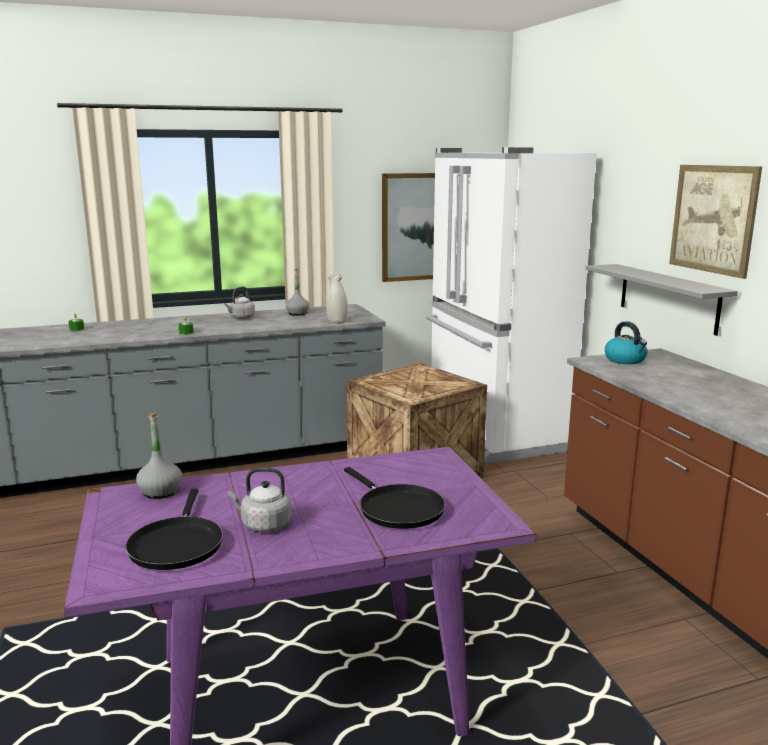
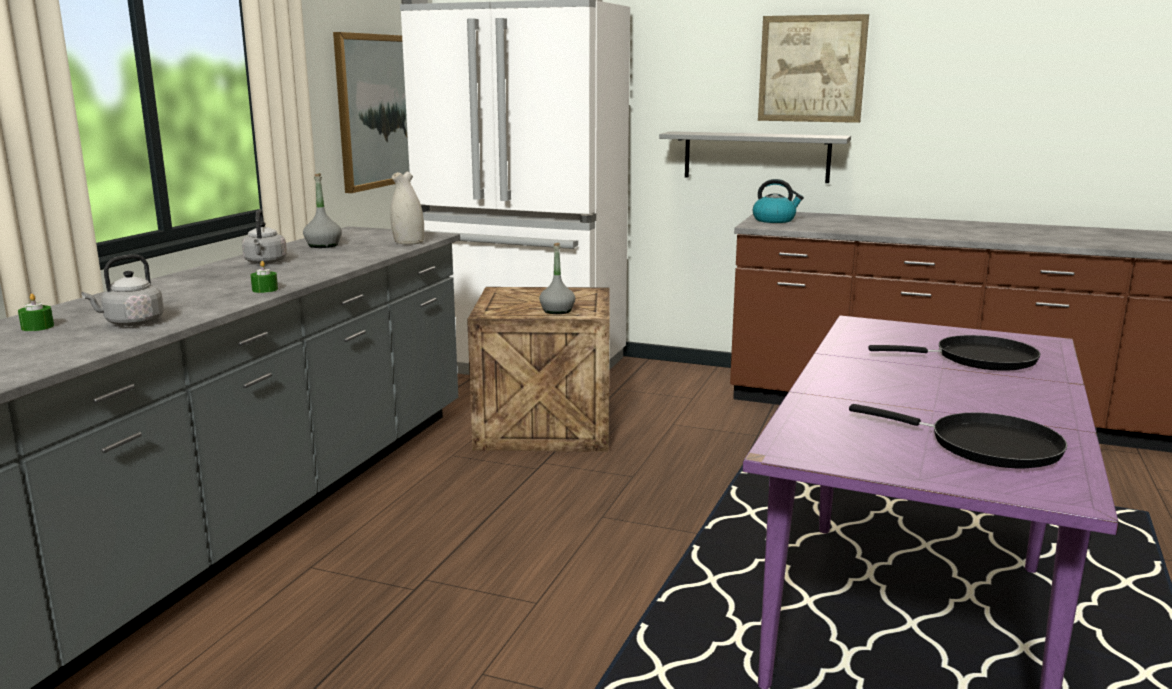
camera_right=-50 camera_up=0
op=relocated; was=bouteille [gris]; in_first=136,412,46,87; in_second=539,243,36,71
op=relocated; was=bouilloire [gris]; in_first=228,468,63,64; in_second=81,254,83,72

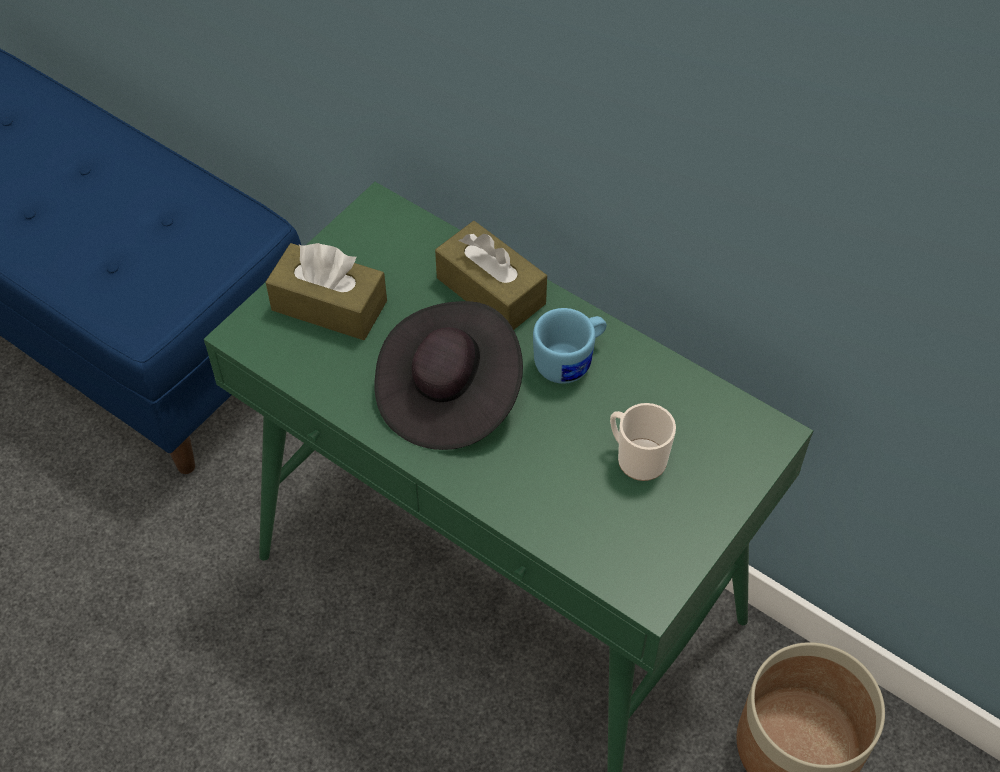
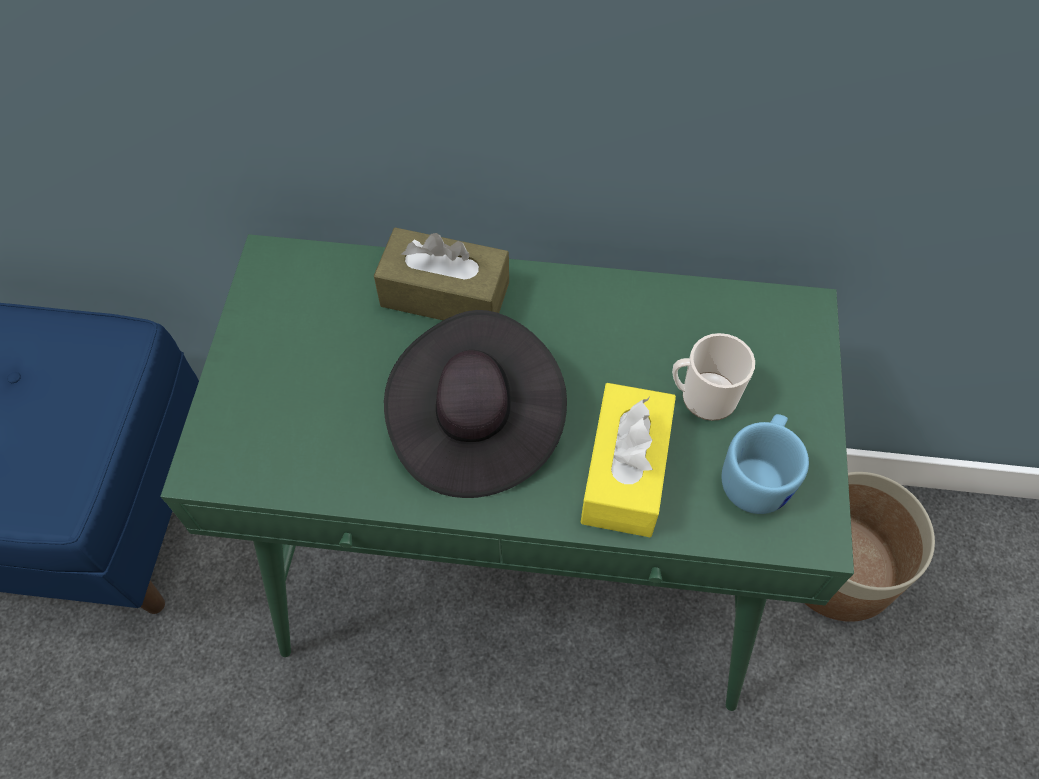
camera_right=-30 camera_up=5
op=missing; was=boîte à mouchoirs [marron]; in_first=266,243,121,97
op=relocated; was=mug [bleu]; in_first=533,308,74,76; in_second=722,414,87,100
op=appeared; now=boîte à mouchoirs [jaune]; in_second=580,383,96,154

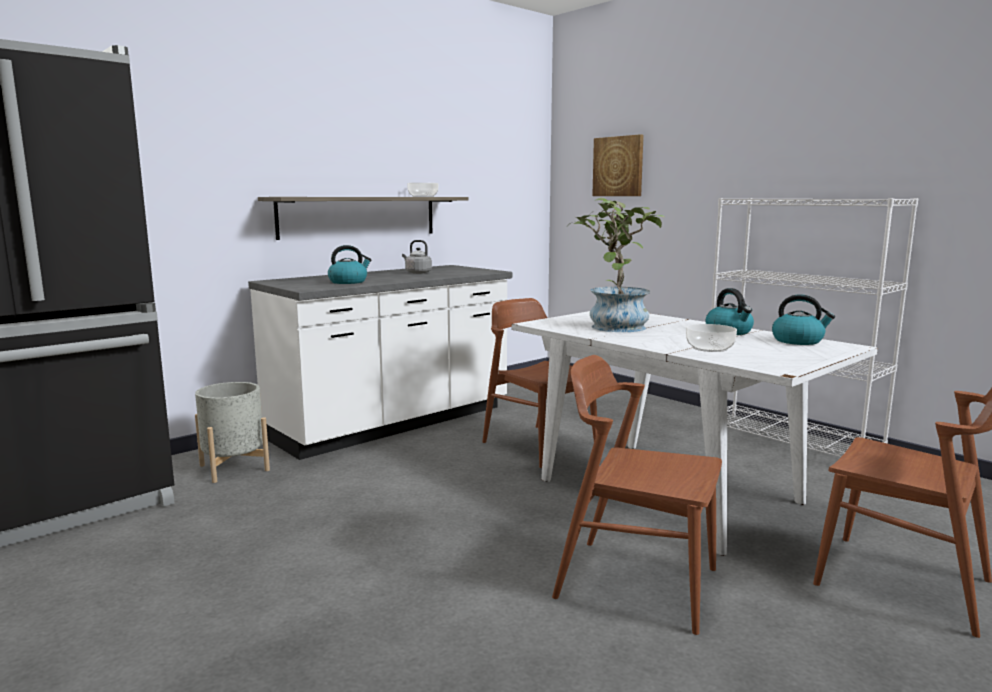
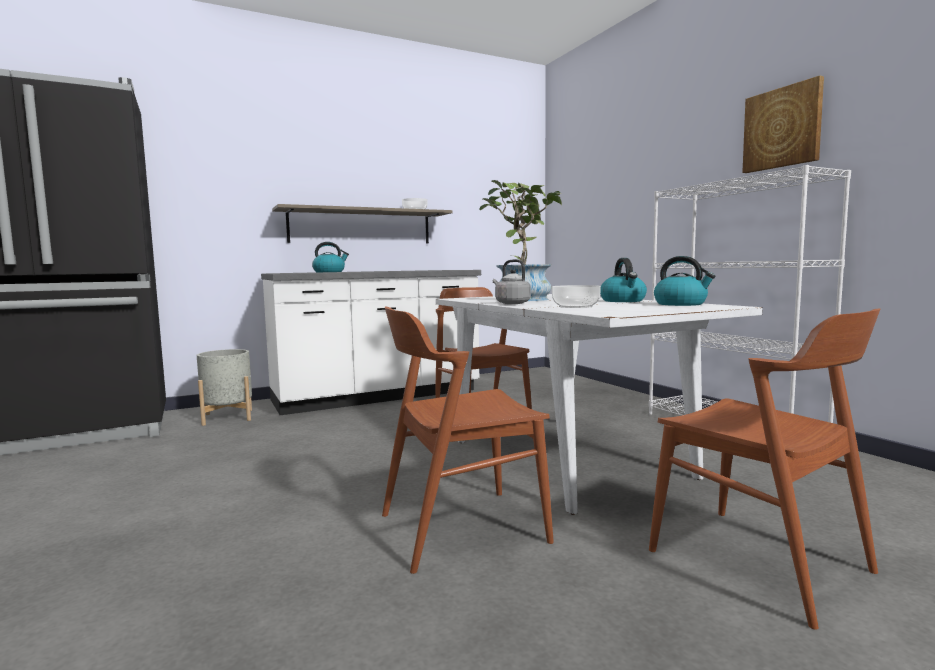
camera_right=15 camera_up=-5
op=relocated; was=tableau; in_first=592,134,52,62; in_second=742,76,82,97
op=relocated; was=bouilloire [gris]; in_first=402,240,30,34; in_second=493,259,38,45
op=spun; was=chaise [marron]; in_first=552,355,170,280; in_second=382,307,172,267; clockwise=-60

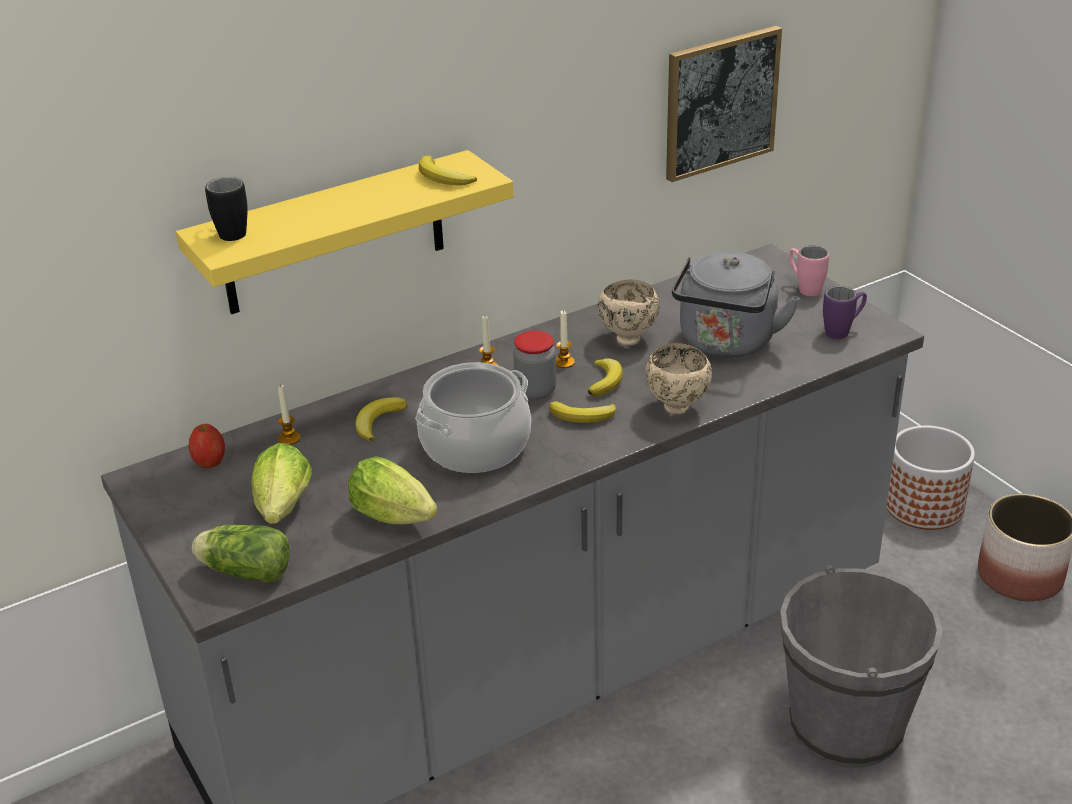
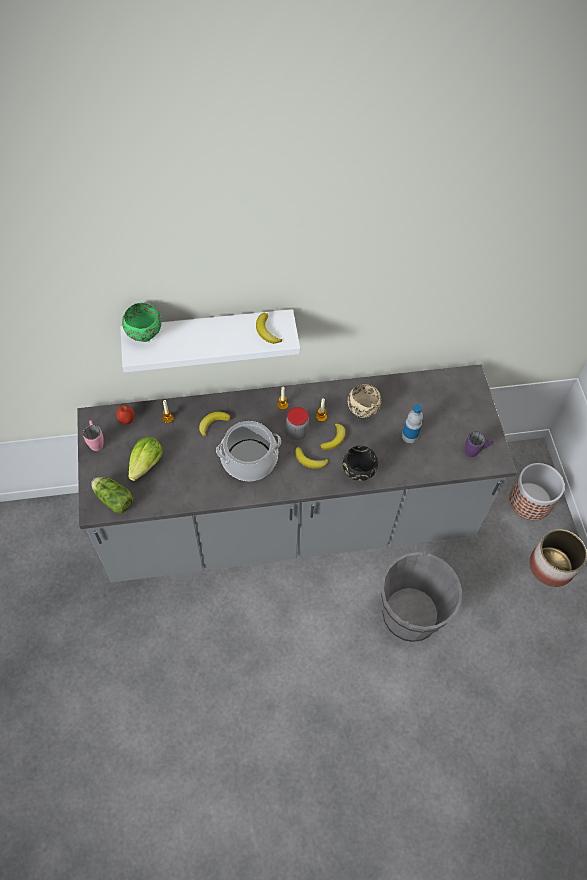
camera_right=20 camera_up=25
op=missing; was=tableau; in_first=666,26,116,156
op=colour; was=étagère [jaune]; now=étagère [blanc]; in_first=176,150,338,164; in_second=120,309,180,64
op=exchanged; was=mug [noir]; now=bol [vert]; in_first=205,177,43,64; in_second=122,303,40,39
op=relocated; was=mug [rose]; in_first=789,246,40,50; in_second=83,420,20,31
op=exchanged; was=bouilloire [gris]; now=bouteille; in_first=672,252,128,105; in_second=402,404,21,39
op=colour; was=bol [beige]; now=bol [noir]; in_first=646,343,66,71; in_second=343,446,35,35
op=missing; was=laitue; in_first=348,456,89,68

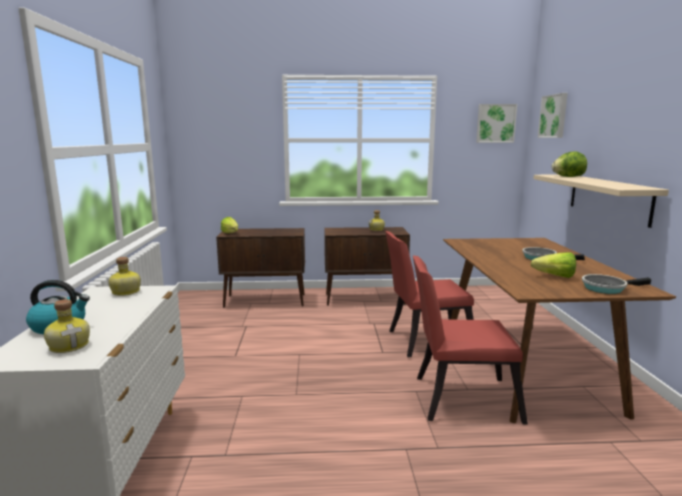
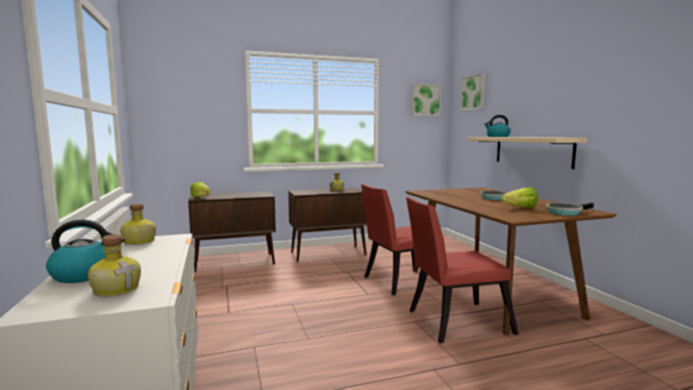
camera_right=-15 camera_up=-5
op=exchanged; was=laitue; now=bouilloire; in_first=552,151,35,26; in_second=485,115,26,22

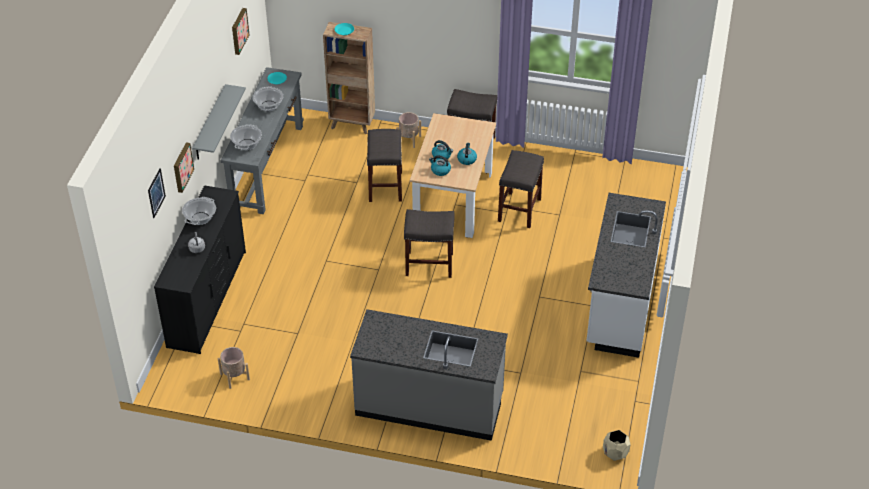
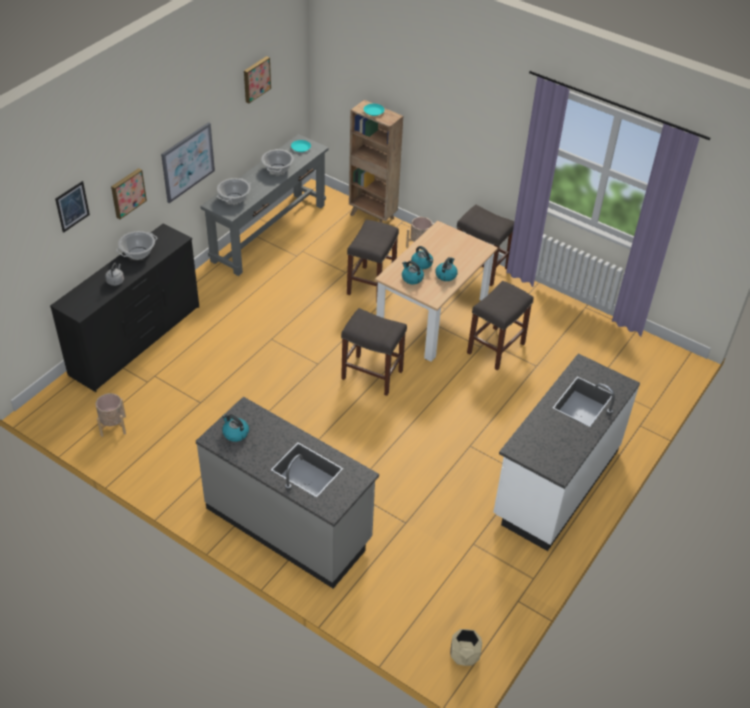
camera_right=20 camera_up=0
op=exchanged; was=étagère [gris]; now=tableau; in_first=192,84,54,76; in_second=161,122,54,81
op=appeared; now=bouilloire; in_second=222,414,27,28

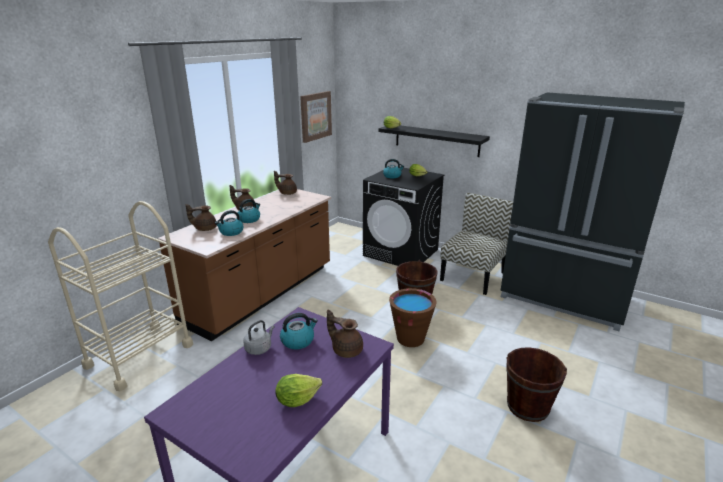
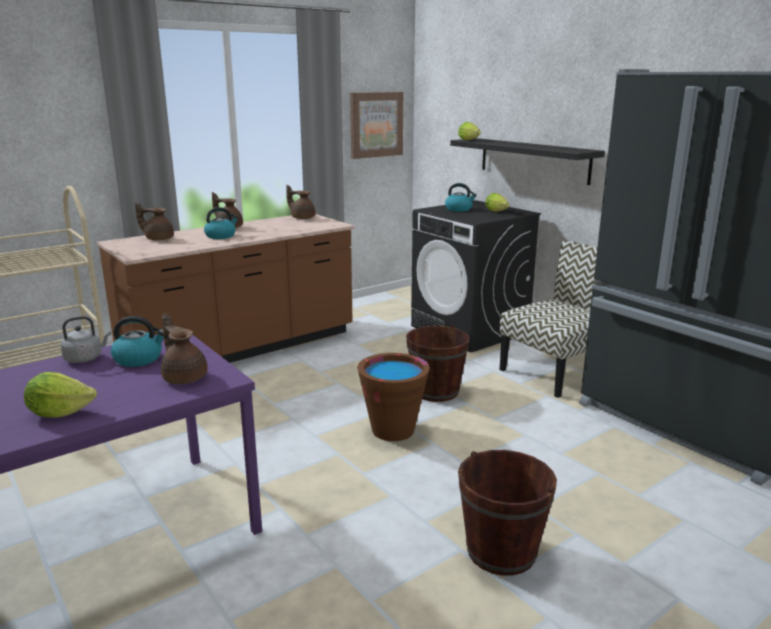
camera_right=20 camera_up=-5
op=missing; was=bouilloire; in_first=215,210,28,26

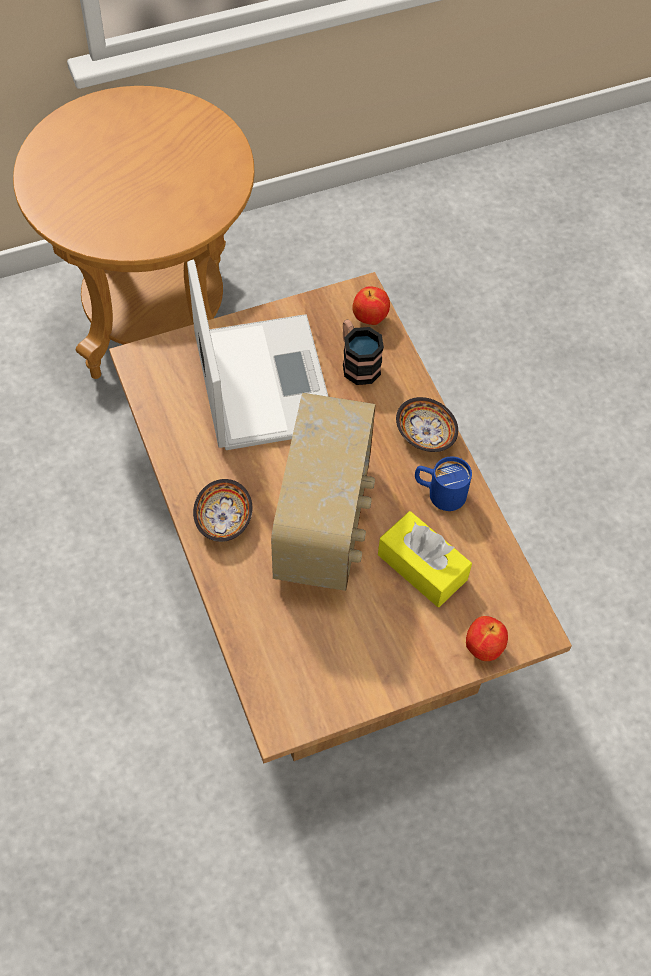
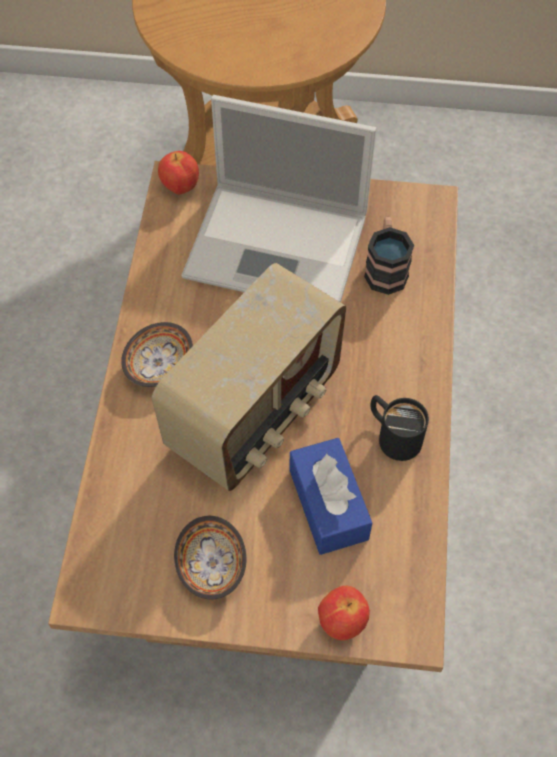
camera_right=30 camera_up=0
op=spun; was=ordinateur portable; in_first=187,260,142,190; in_second=181,95,195,207; clockwise=90
op=relocated; was=pomme; in_first=352,286,38,39; in_second=158,151,41,44
op=relocated; was=bol; in_first=396,397,62,55; in_second=174,516,73,84
op=colour; was=mug [bleu]; now=mug [noir]; in_first=415,456,57,55; in_second=370,395,59,66
op=colour; was=boîte à mouchoirs [jaune]; now=boîte à mouchoirs [bleu]; in_first=378,511,94,96; in_second=289,438,83,117

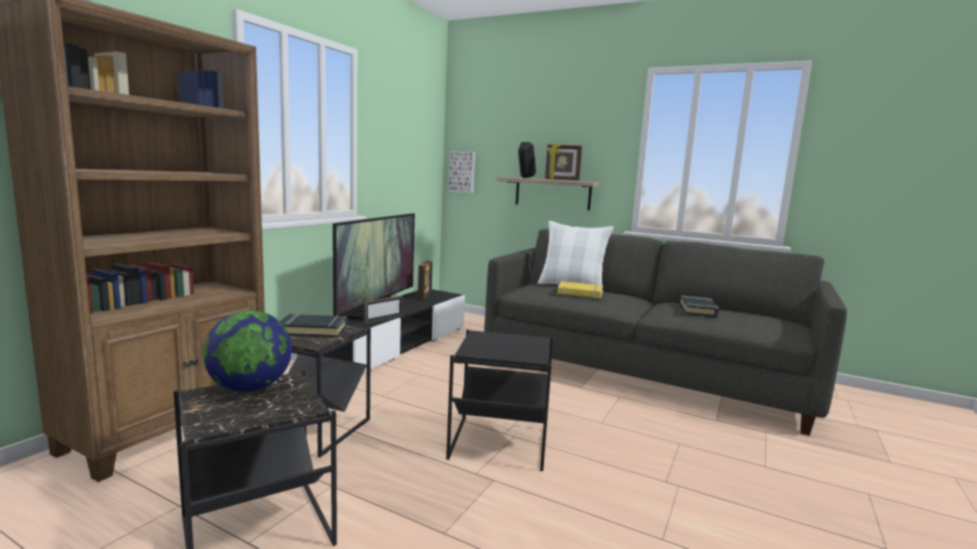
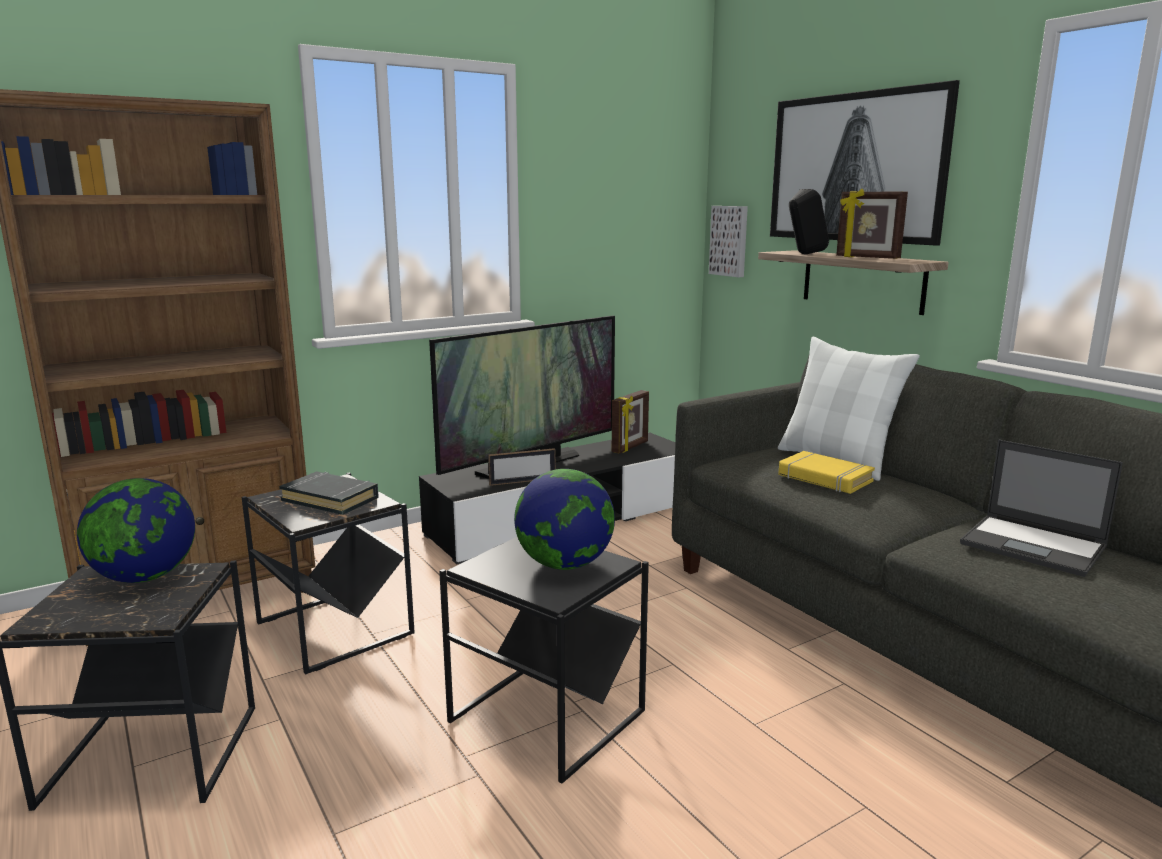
camera_right=30 camera_up=5
op=exchanged; was=livre [noir]; now=ordinateur portable; in_first=680,295,39,22; in_second=960,440,163,137
op=appeared; now=tableau; in_second=770,80,190,166
op=appeared; now=globe; in_second=514,469,101,101

